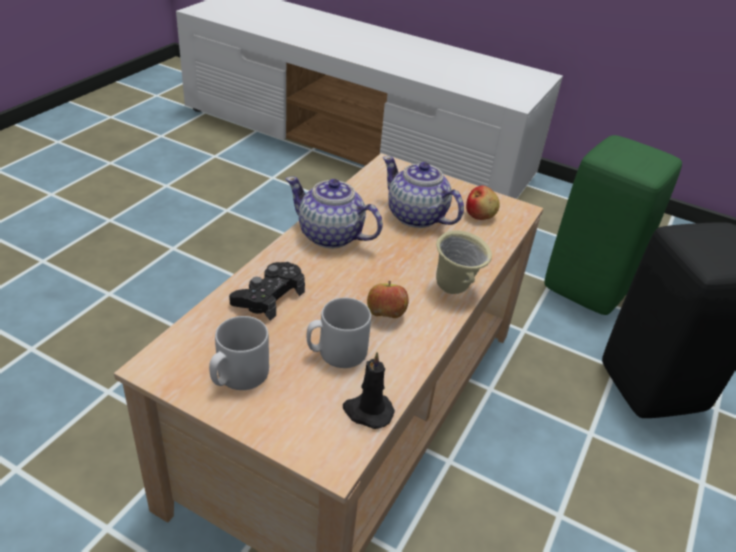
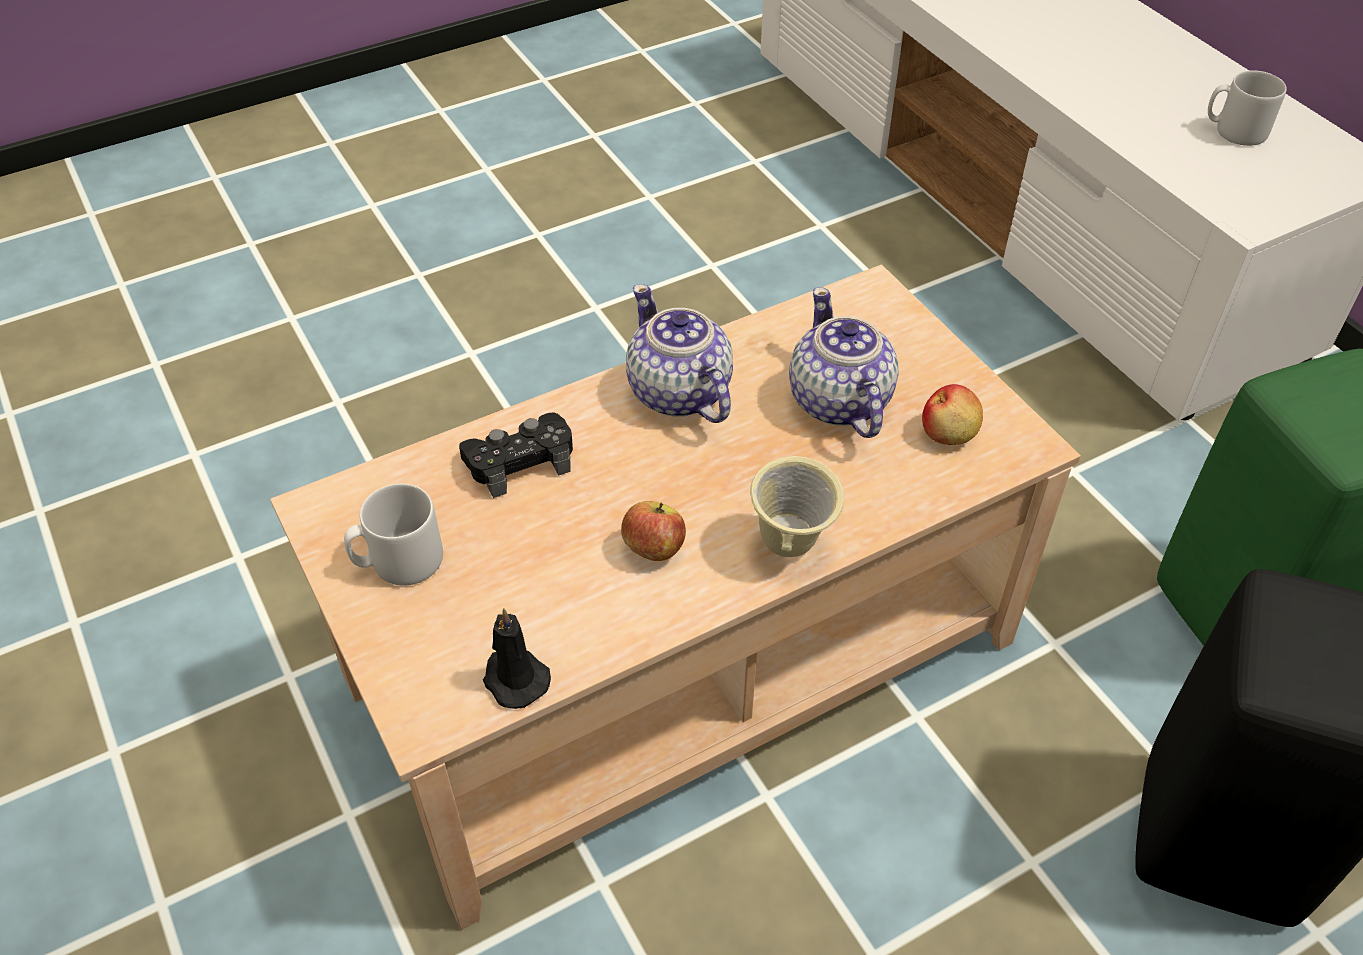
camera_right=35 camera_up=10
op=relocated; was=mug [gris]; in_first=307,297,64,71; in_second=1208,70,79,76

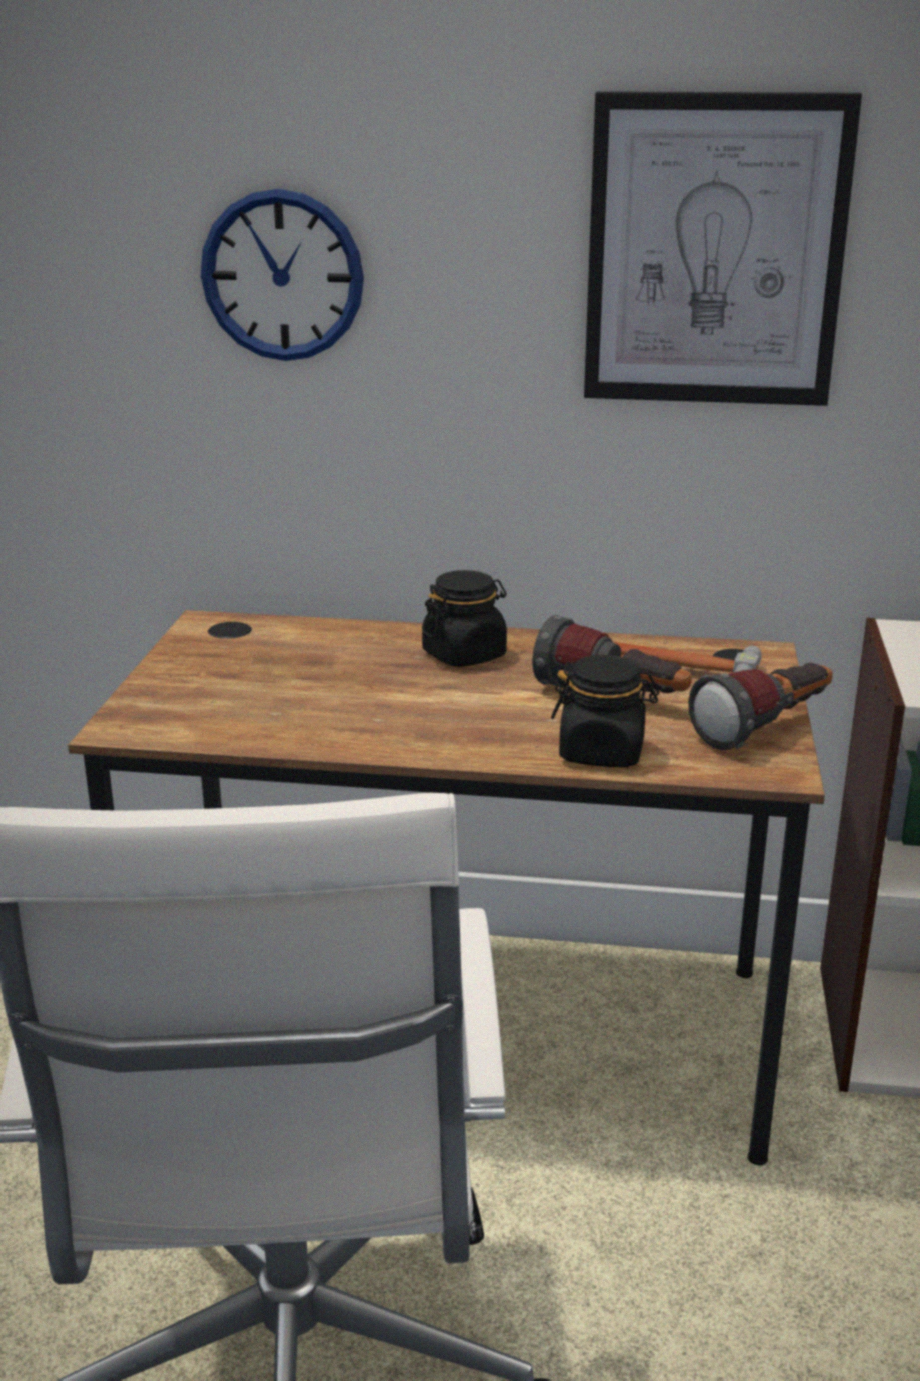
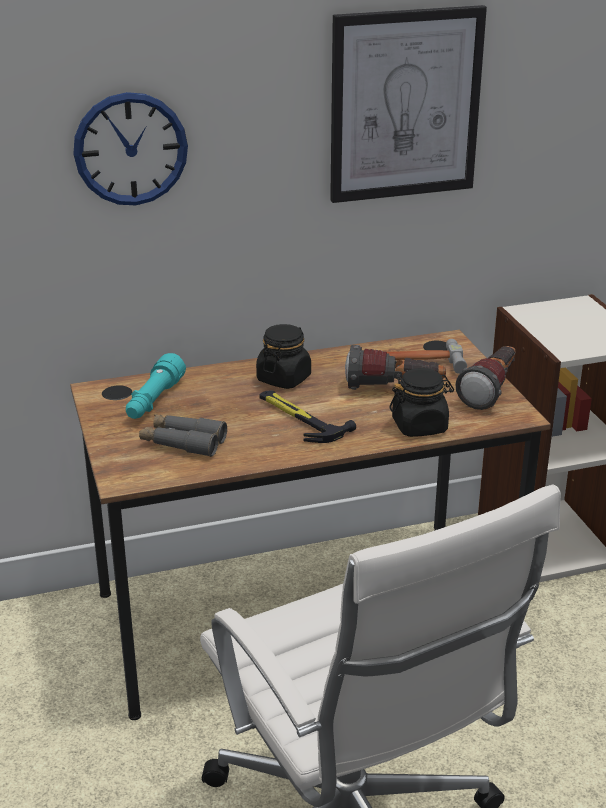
camera_right=-25 camera_up=5
op=appeared; now=lampe de poche [turquoise]; in_second=126,353,60,66
op=appeared; now=marteau; in_second=259,391,97,52
op=appeared; now=jumelles [gris]; in_second=139,414,88,43

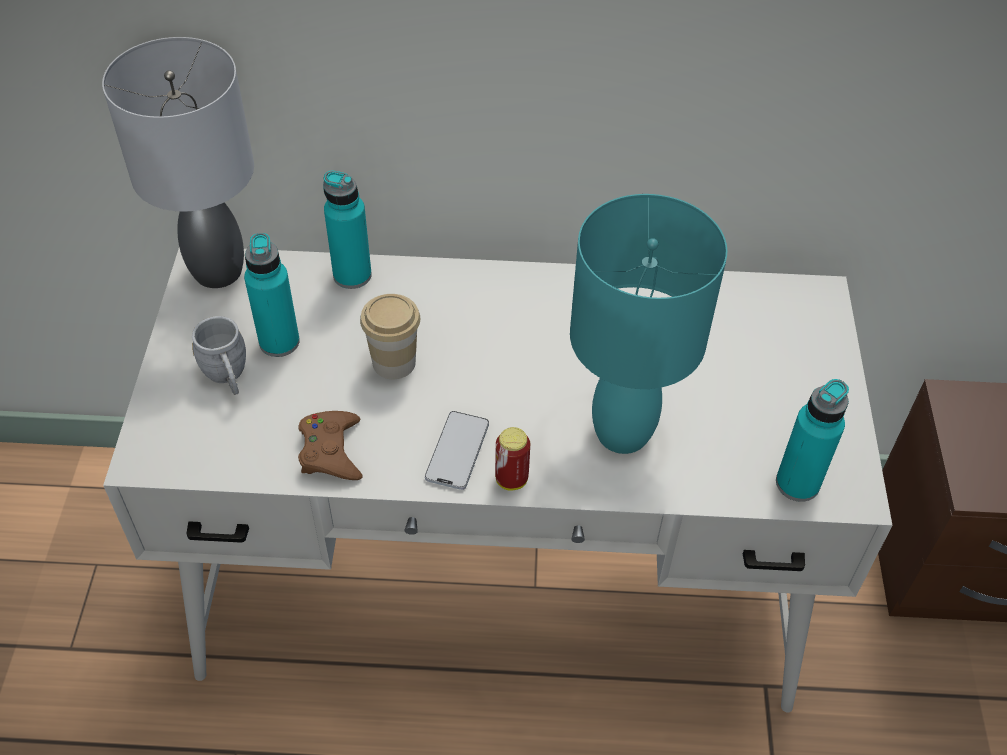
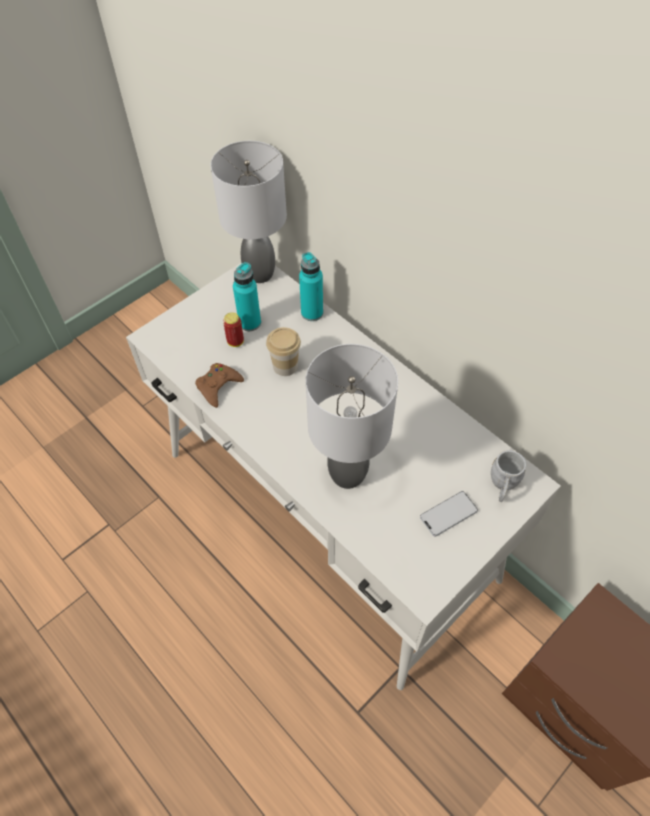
camera_right=45 camera_up=5
op=colour; was=lampe de table [turquoise]; now=lampe de table [gris]; in_first=570,194,157,260; in_second=305,344,93,145
op=relocated; was=mug [gris]; in_first=192,316,54,79; in_second=491,450,35,52
op=missing; was=bouteille [turquoise]; in_first=776,379,73,123
op=relocated; was=téléphone; in_first=425,411,64,79; in_second=420,491,58,46
op=relocated; was=boîte métallique; in_first=495,427,35,64; in_second=223,312,21,35

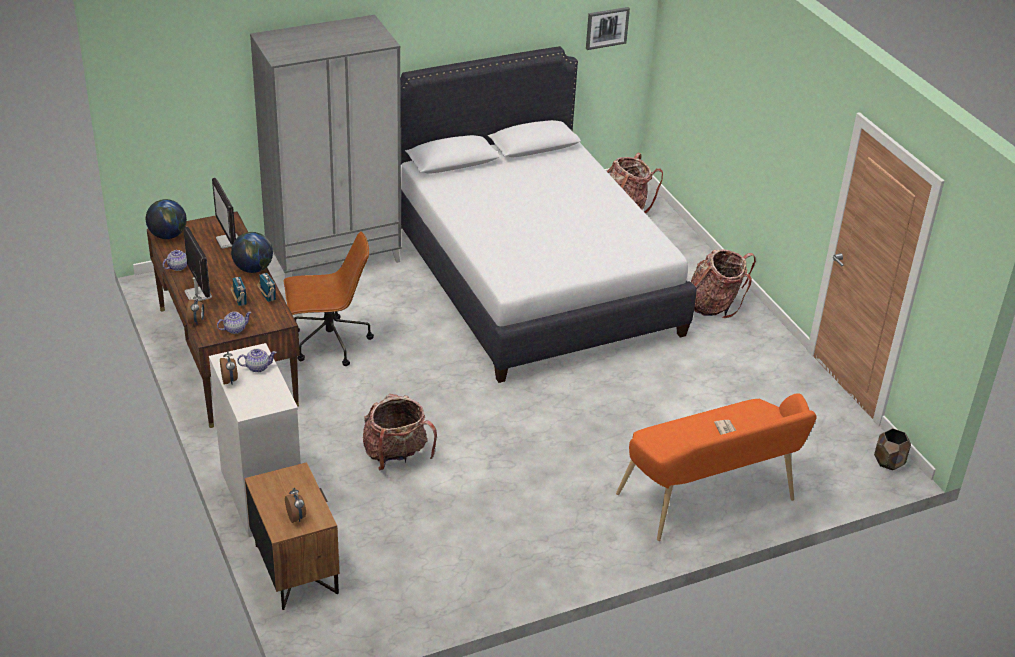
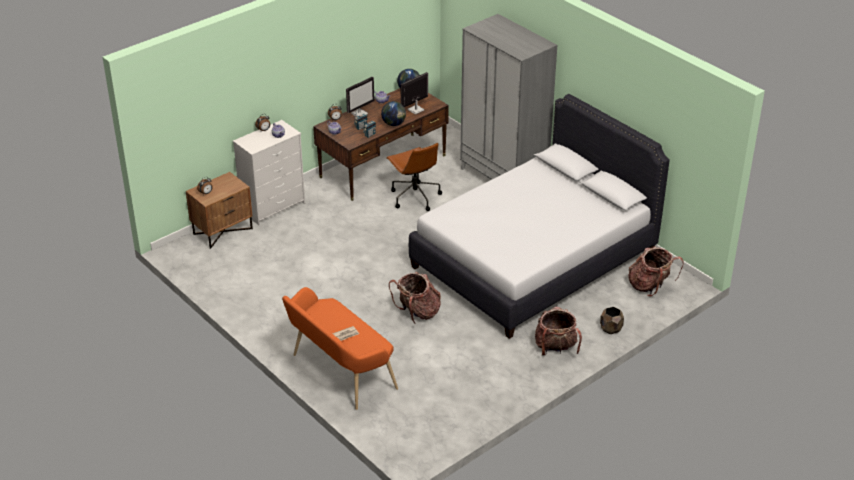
camera_right=75 camera_up=0
op=missing; was=tableau; in_first=586,7,44,43
op=relocated; was=sac à dos; in_first=363,394,74,77; in_second=389,272,52,51
op=relocated; was=cache-pot [marron]; in_first=874,428,37,42; in_second=600,307,24,27

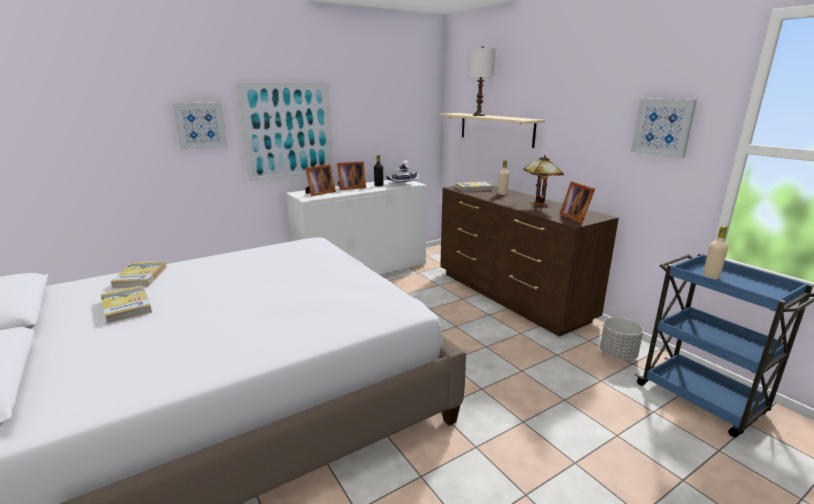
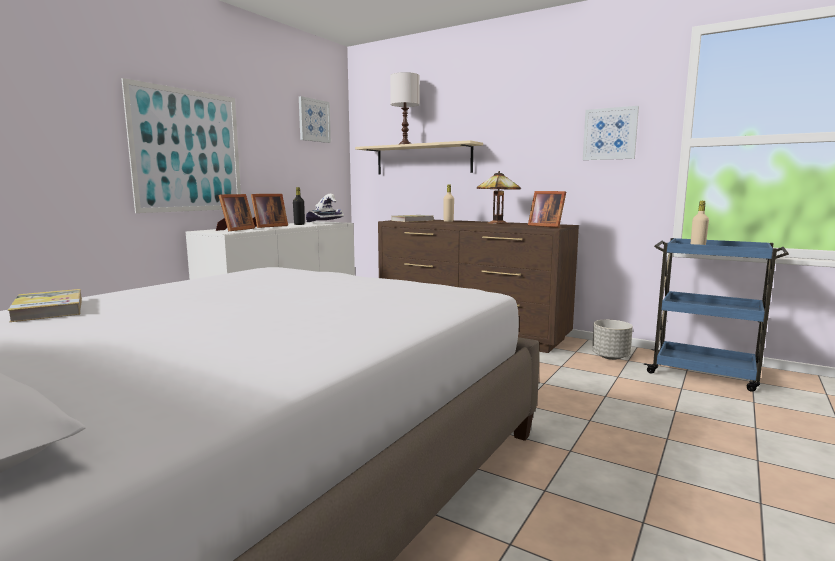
camera_right=-25 camera_up=-10
op=relocated; was=tableau; in_first=173,102,54,48; in_second=299,96,32,47
op=missing; was=livre; in_first=101,285,51,39

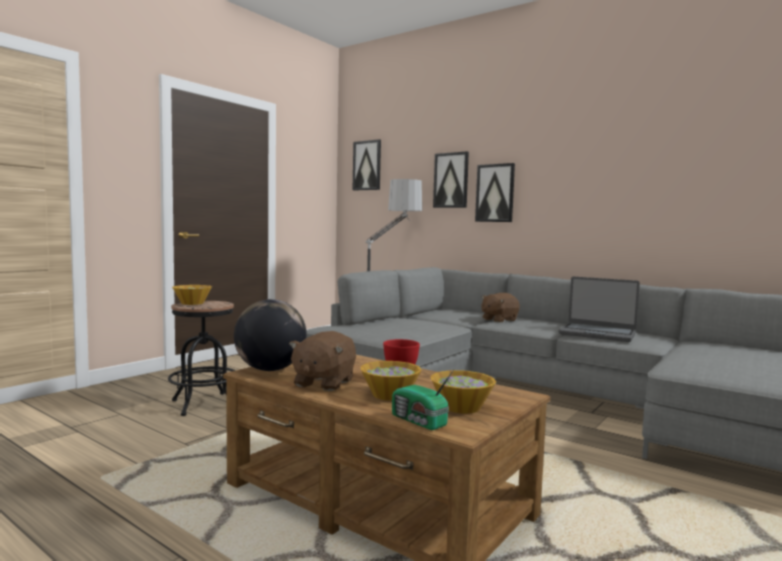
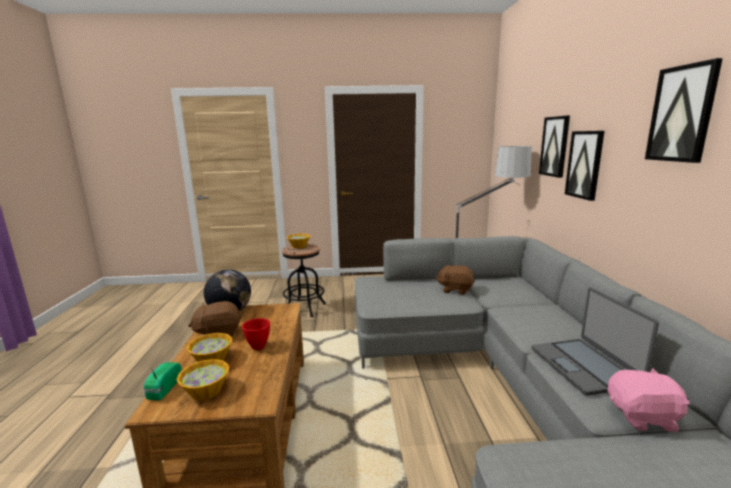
camera_right=50 camera_up=10
op=relocated; was=tableau; in_first=353,139,28,52; in_second=645,58,78,105
op=relocated; was=peluche [marron]; in_first=481,293,39,30; in_second=435,265,40,30
op=appeared; now=peluche [rose]; in_second=608,368,82,64

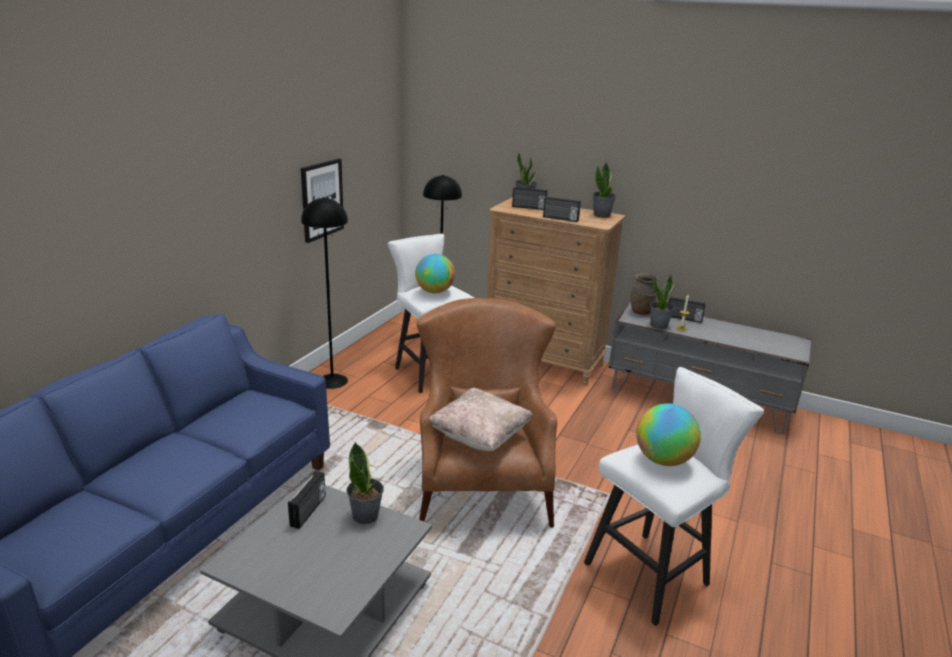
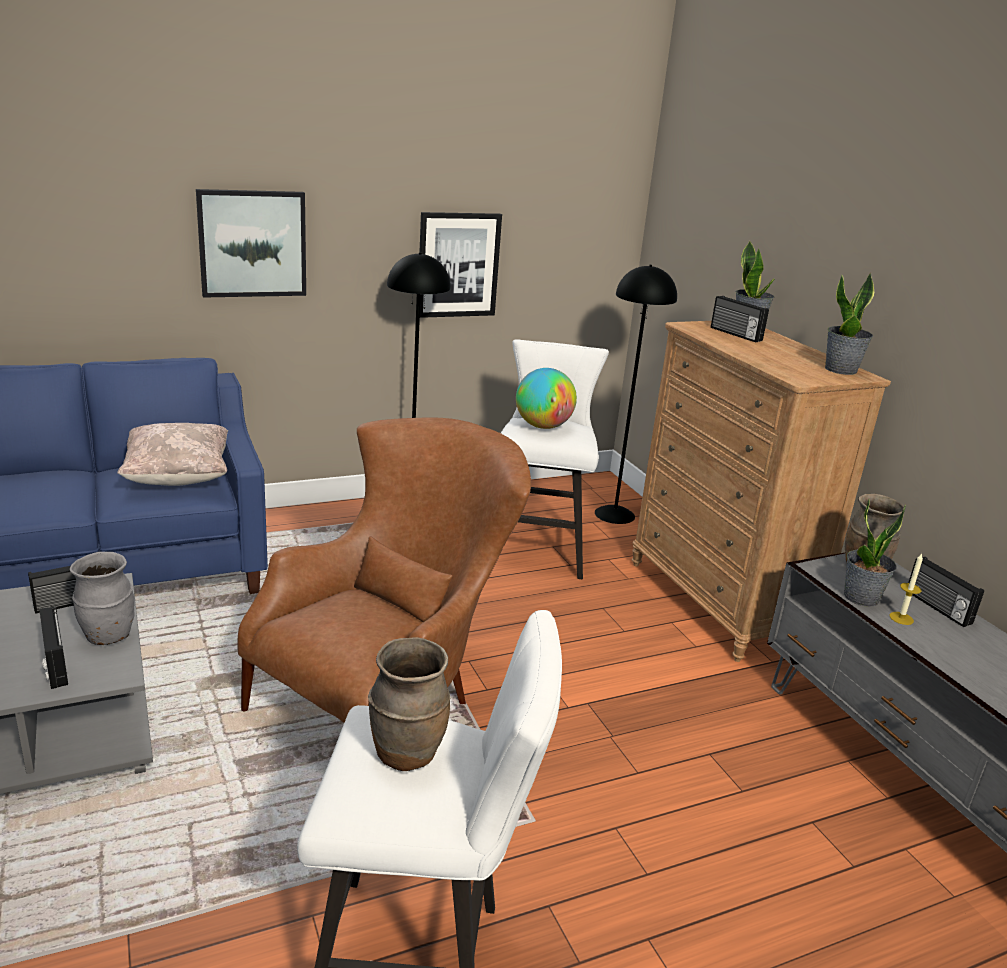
camera_right=40 camera_up=0
op=relocated; was=radio; in_first=543,196,38,26; in_second=39,606,29,83
op=relocated; was=coussin [beige]; in_first=429,388,104,63; in_second=117,423,111,63
op=exchanged; was=globe; now=vase [marron]; in_first=636,403,65,63; in_second=368,637,82,134
op=exchanged; was=plante en pot; now=vase [gris]; in_first=346,442,38,82; in_second=70,552,65,93
op=appeared; now=tableau; in_second=196,189,110,109

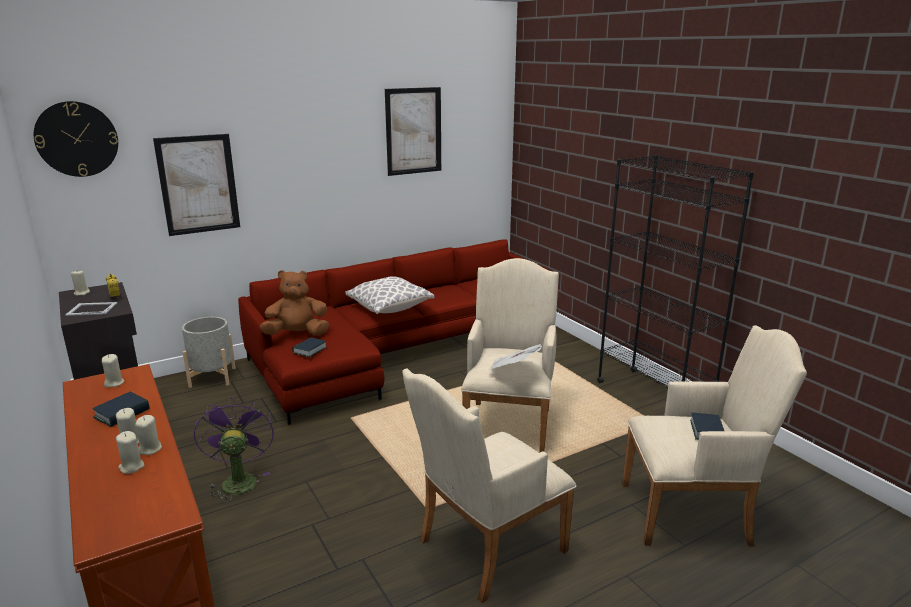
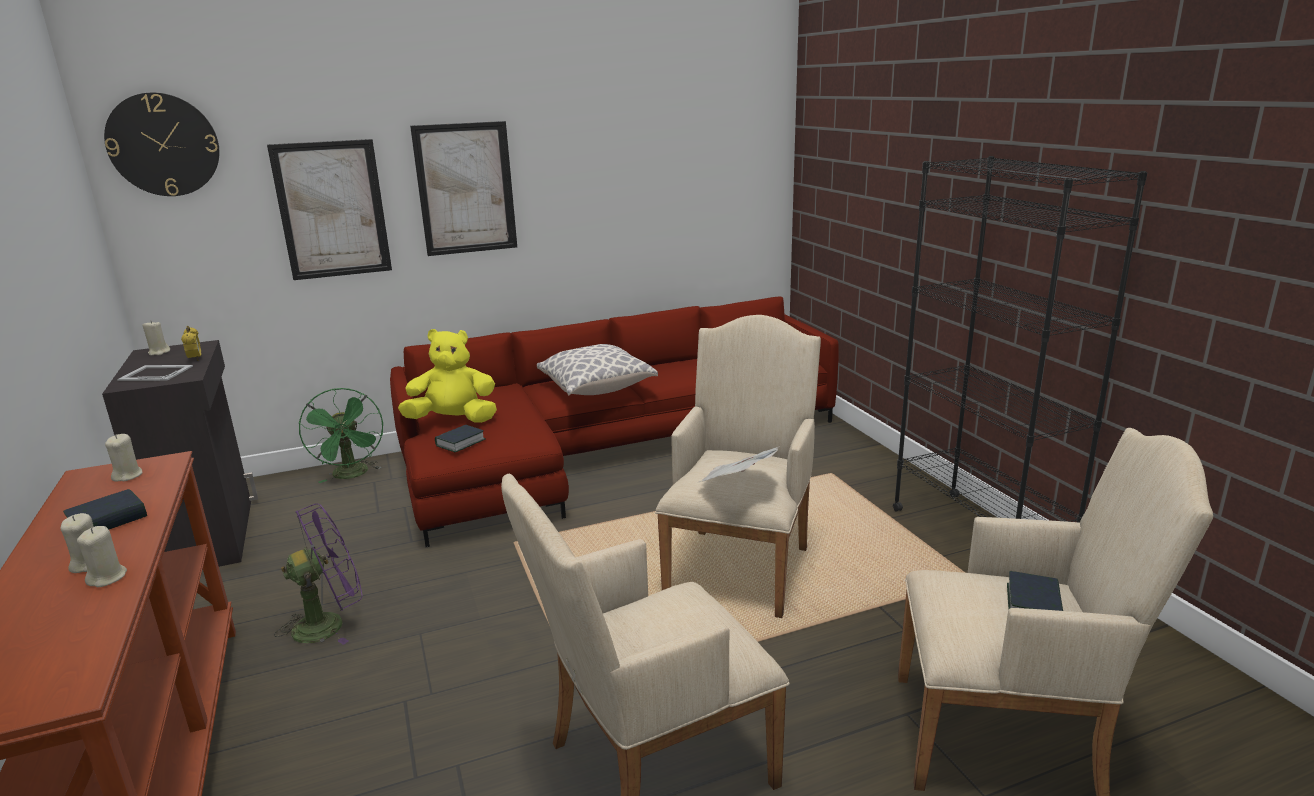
camera_right=10 camera_up=0
op=relocated; was=tableau; in_first=385,87,56,89; in_second=410,121,107,135
op=colour; was=peluche [marron]; now=peluche [jaune]; in_first=260,270,69,66; in_second=398,329,99,94
op=exchanged; was=cache-pot [gris]; now=ventilateur [vert]; in_first=182,317,54,71; in_second=299,388,84,95
op=spun; was=ventilateur [violet]; in_first=194,397,80,105; in_second=274,504,89,141; clockwise=60
op=missing; was=bougie [beige]; in_first=116,431,28,43

